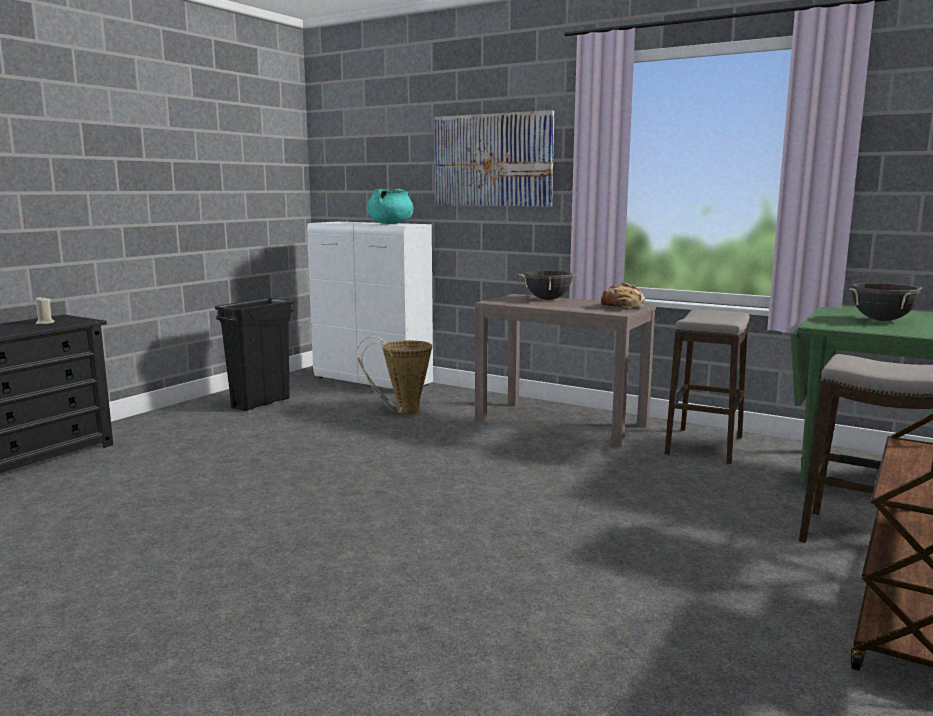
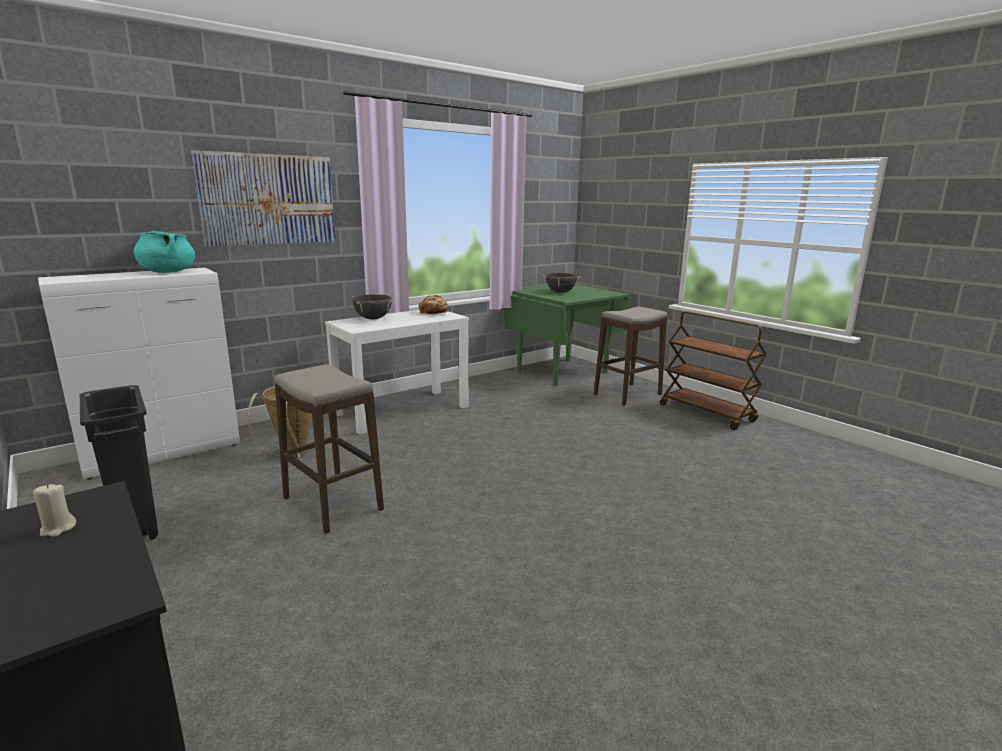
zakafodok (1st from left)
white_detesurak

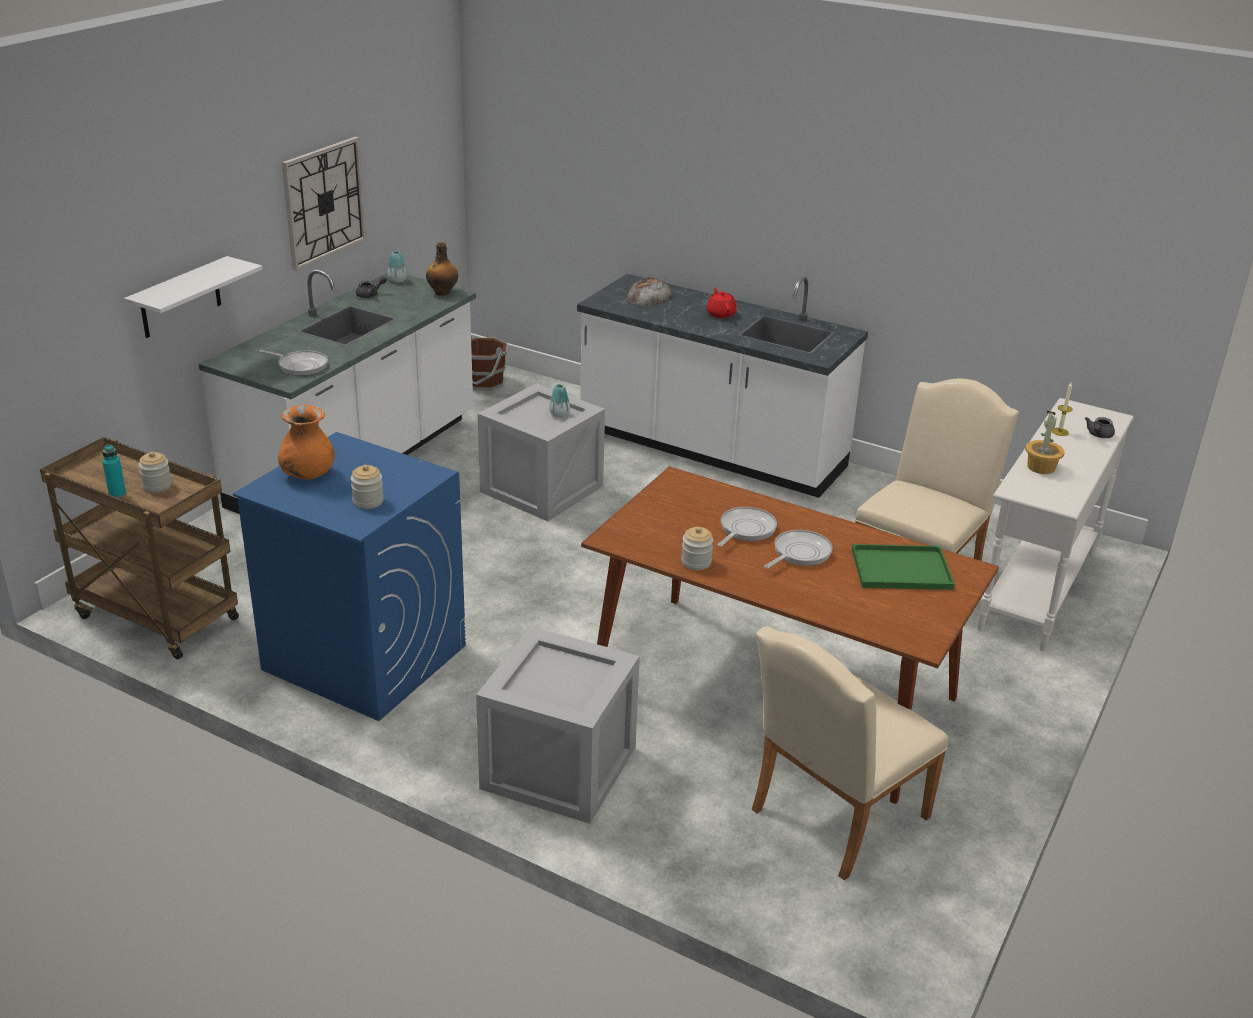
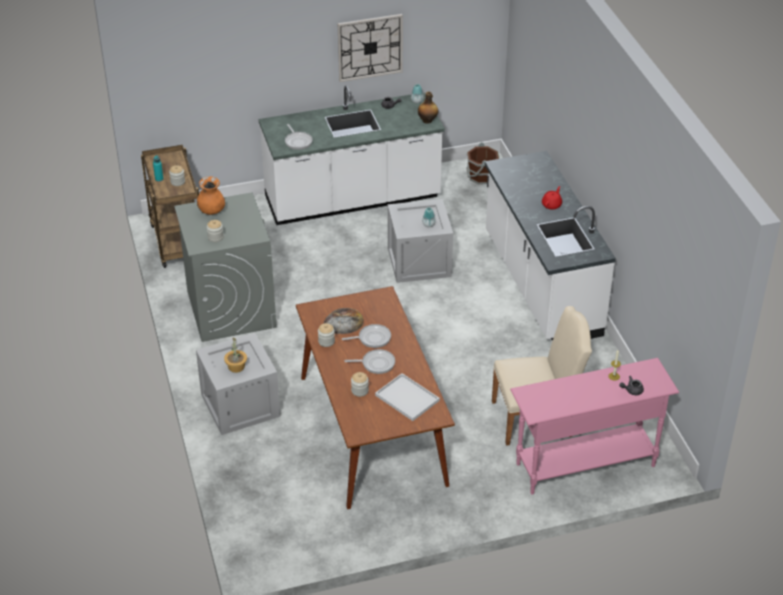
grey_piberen
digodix
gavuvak
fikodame (4th from left)
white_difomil
pink_detesurak
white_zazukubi
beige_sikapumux (1st from left in the first image)

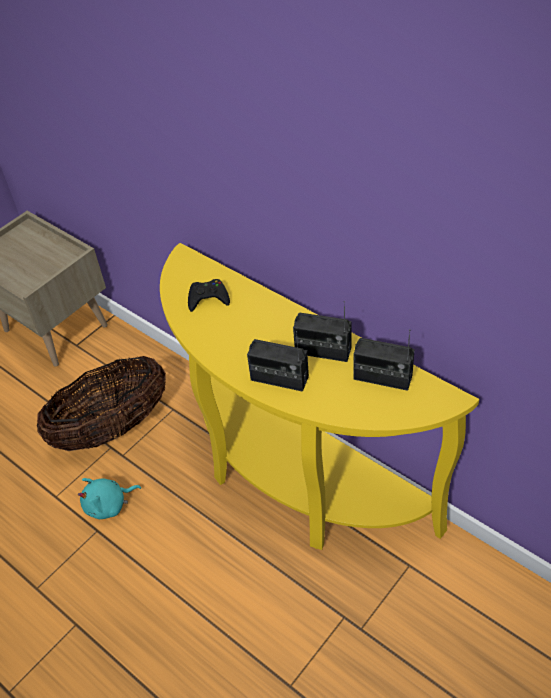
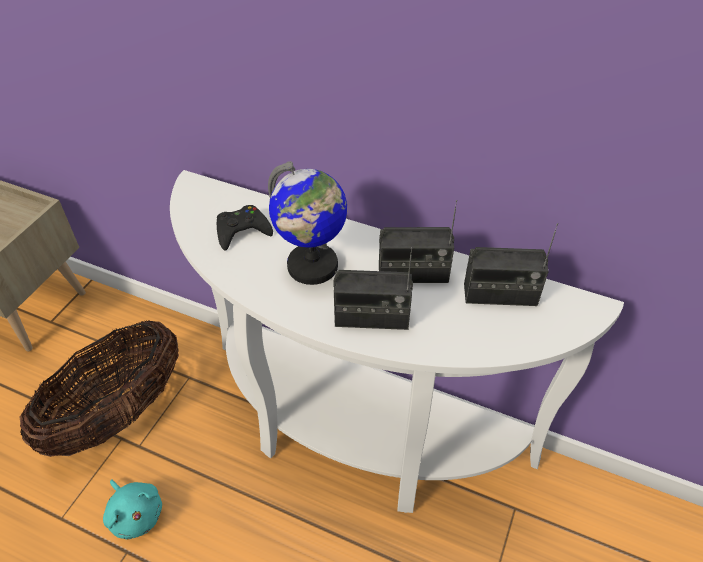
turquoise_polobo
white_detesurak
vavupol

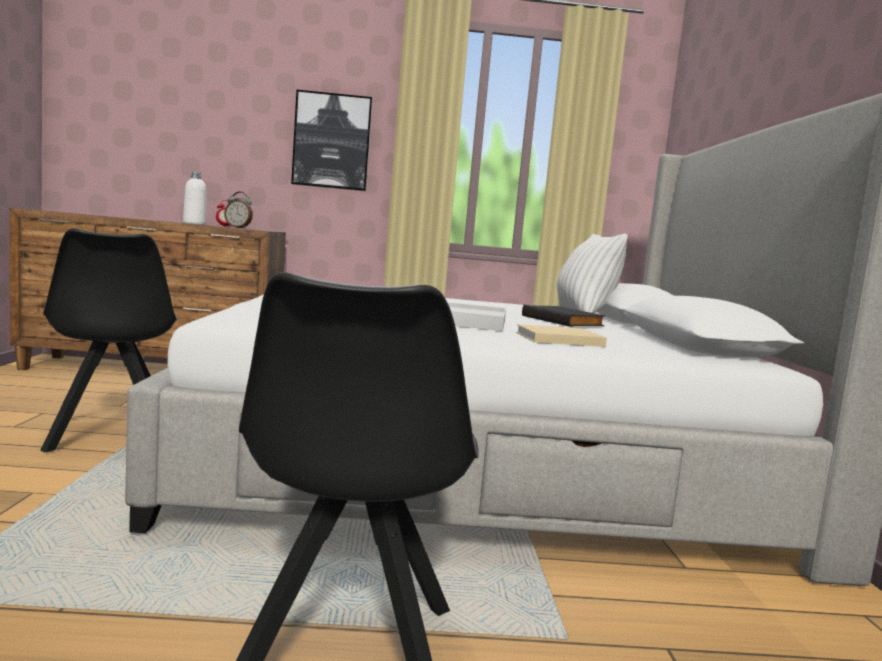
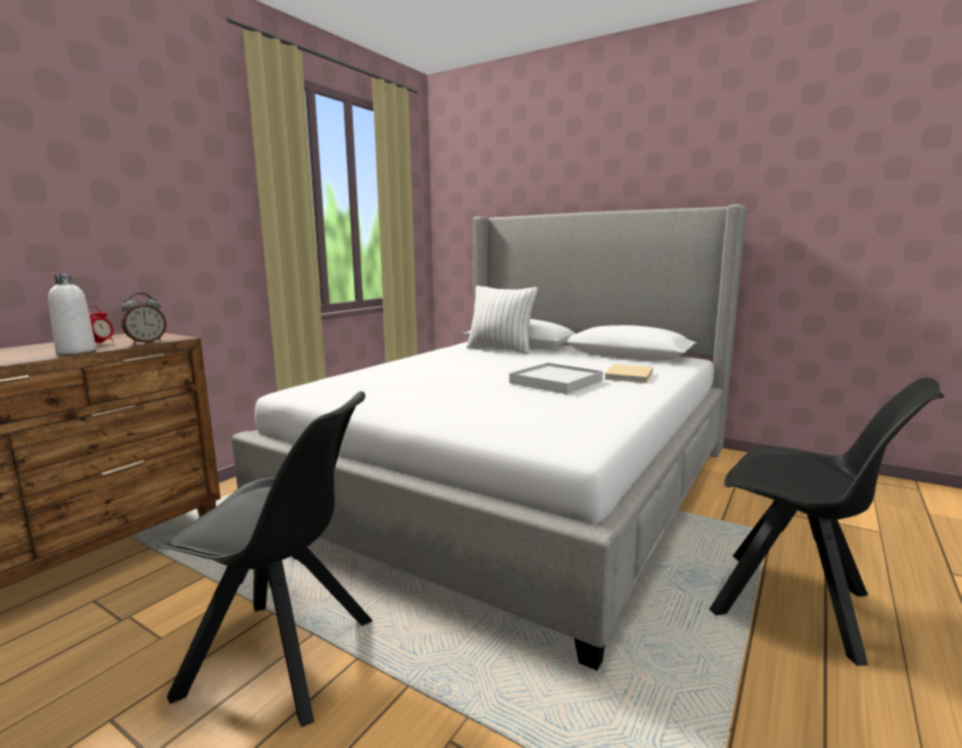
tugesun
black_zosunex

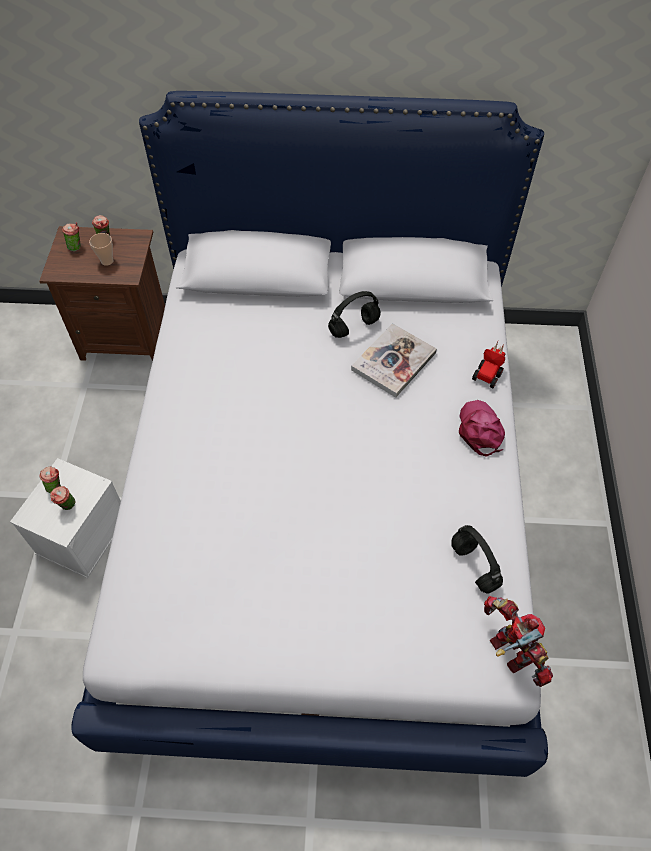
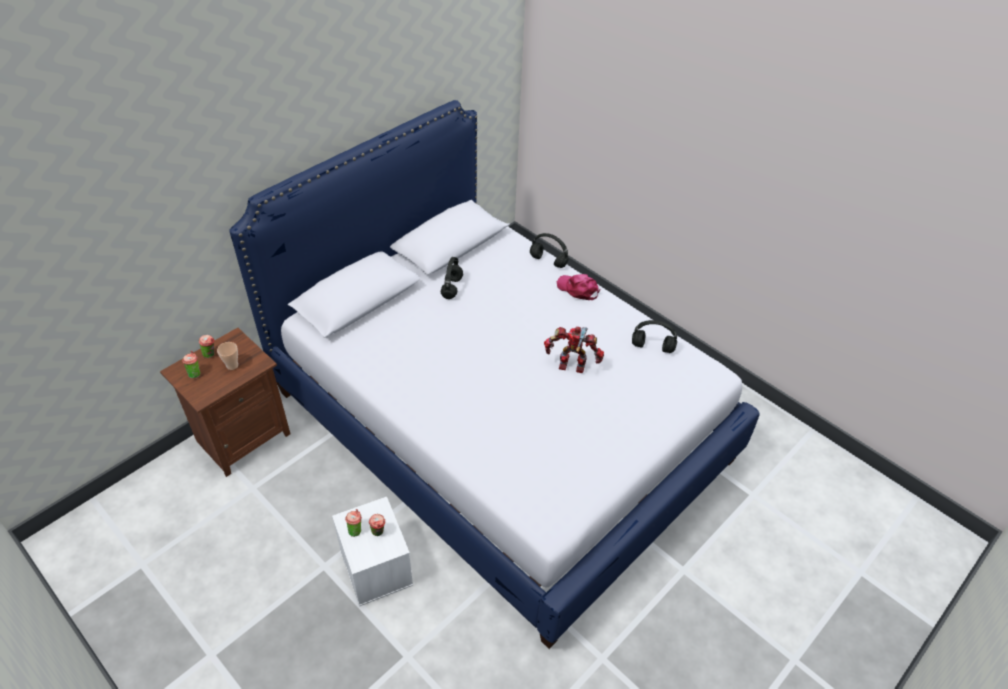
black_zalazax (2nd from left)
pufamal
zosunex

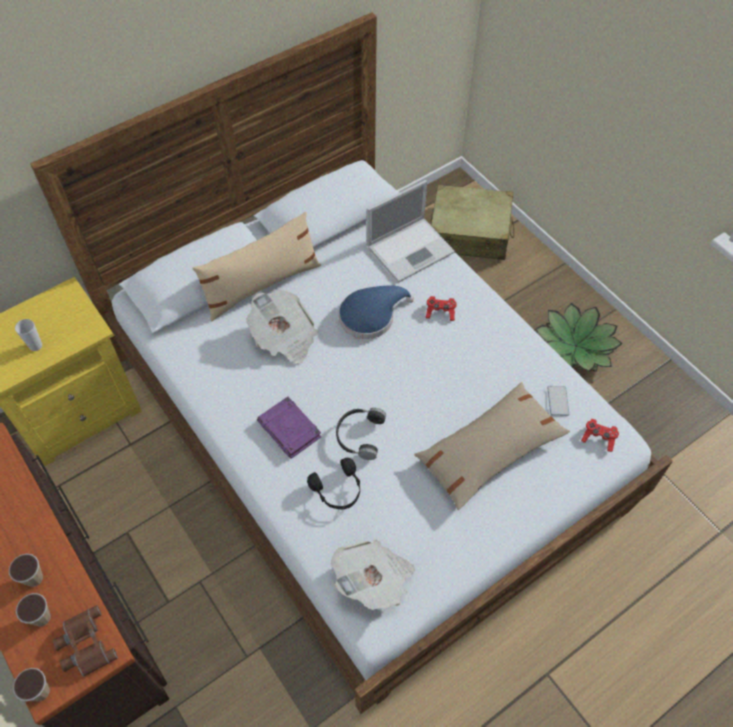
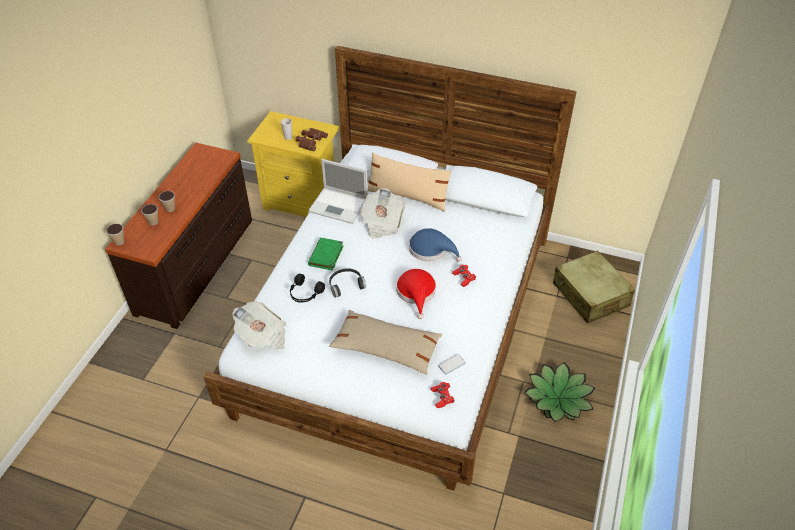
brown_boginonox
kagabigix
green_zosunex
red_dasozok

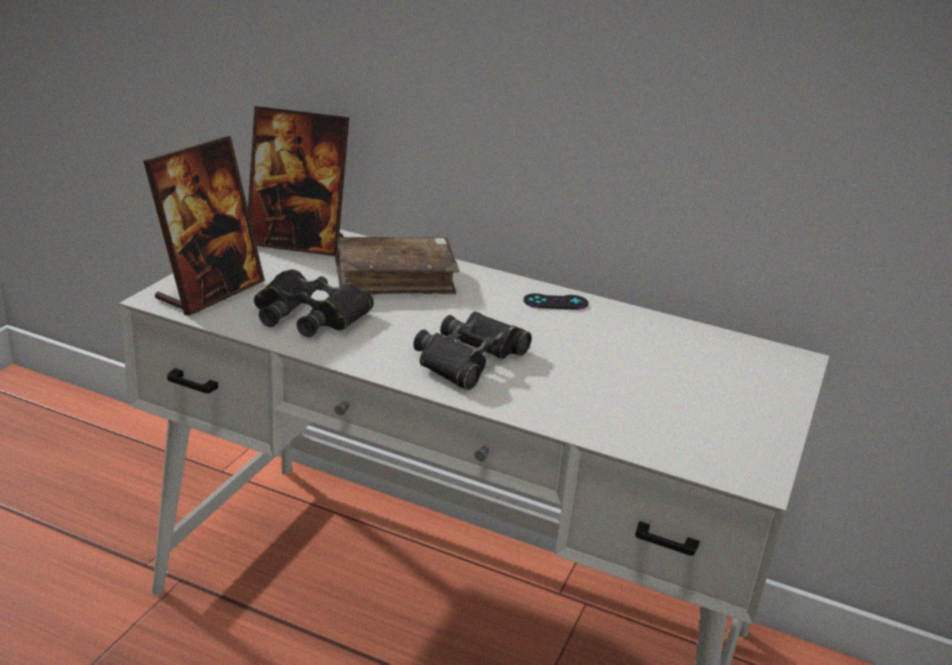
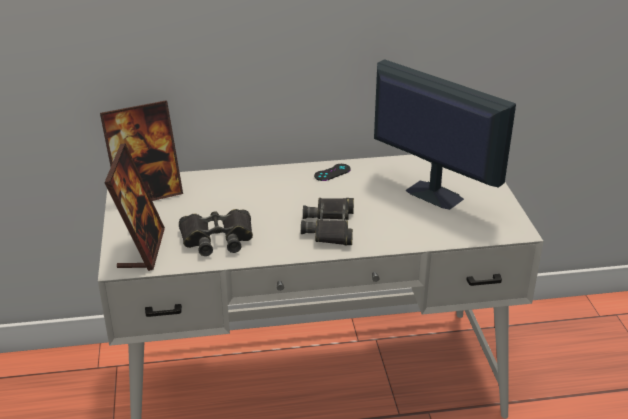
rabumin
brown_zosunex

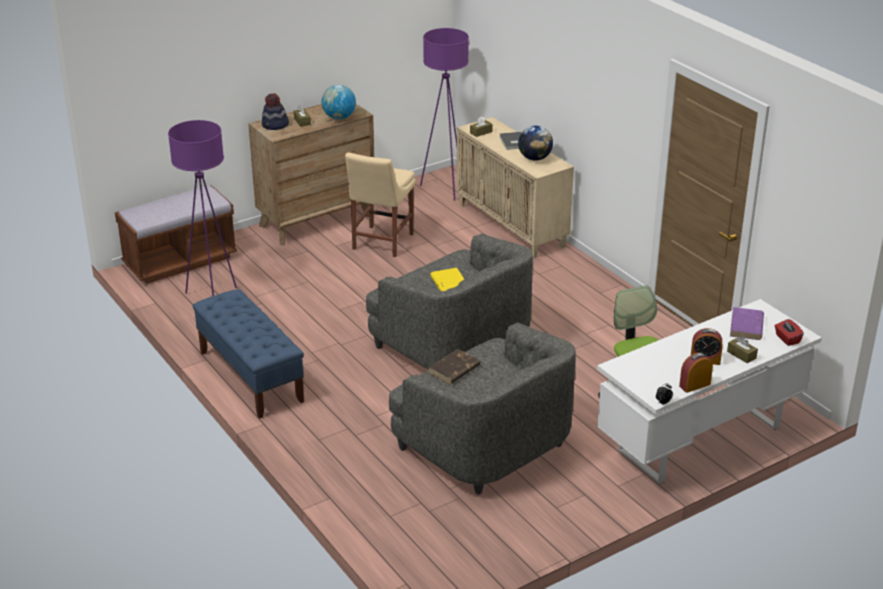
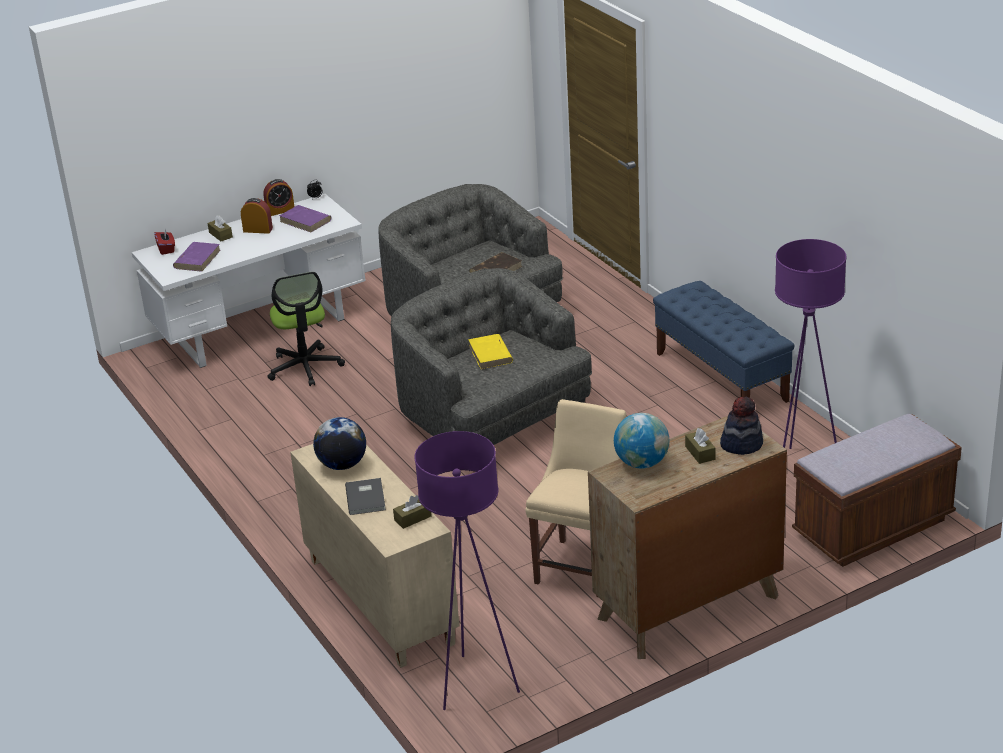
purple_zosunex (2nd from left)

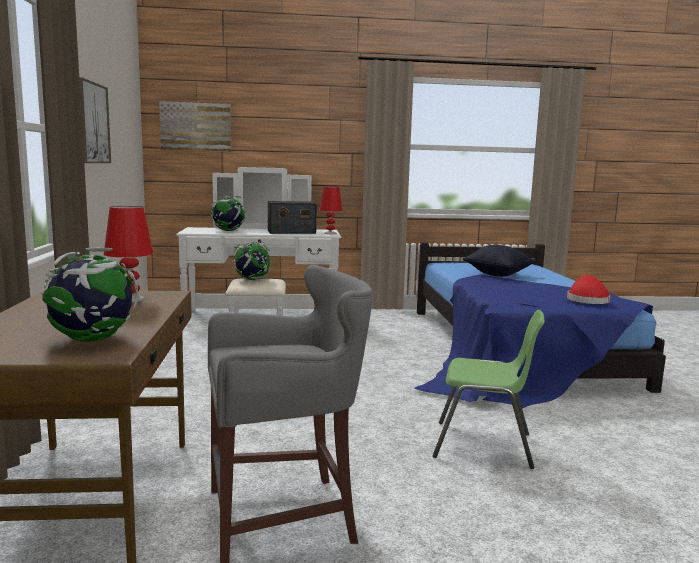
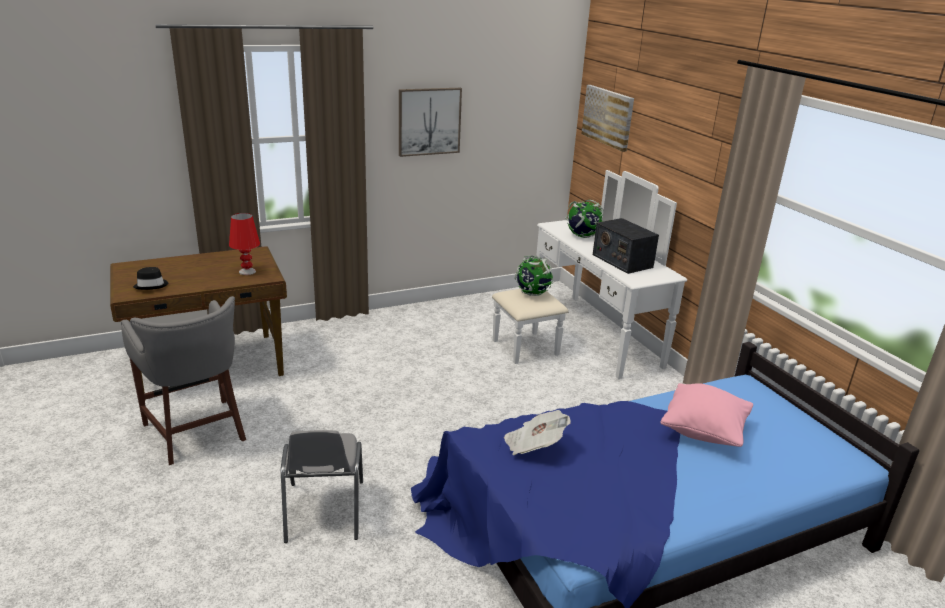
black_dasozok
grey_sikapumux
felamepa
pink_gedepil
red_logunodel (2nd from left in the first image)
red_dasozok

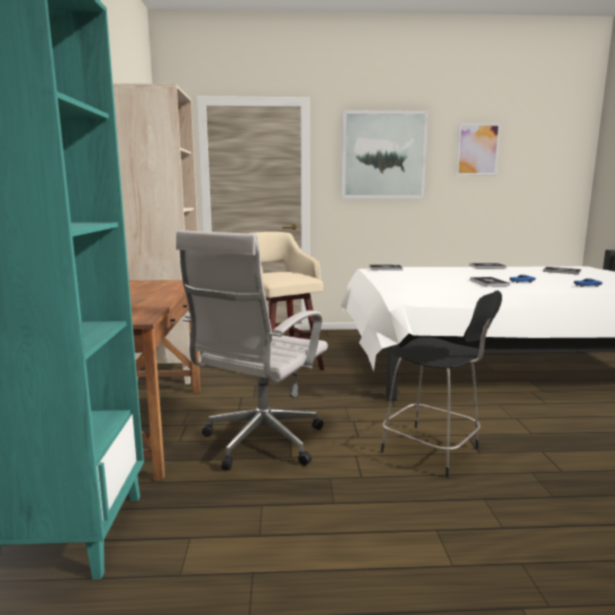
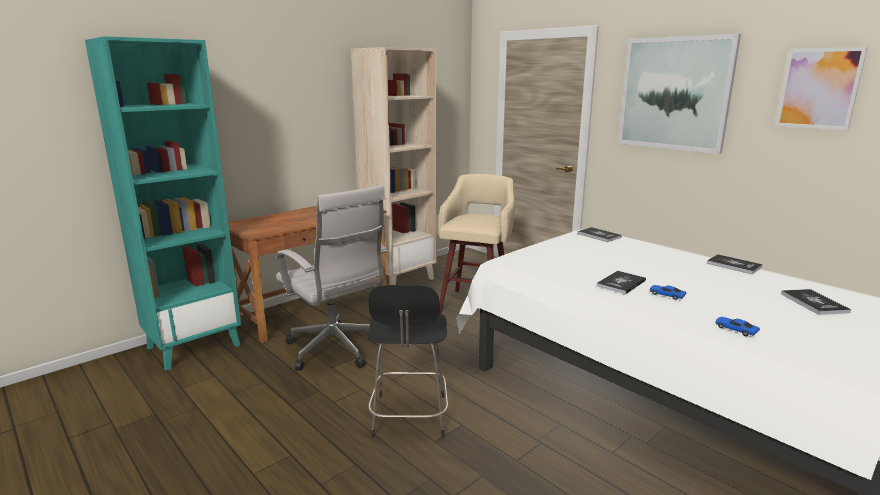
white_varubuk

